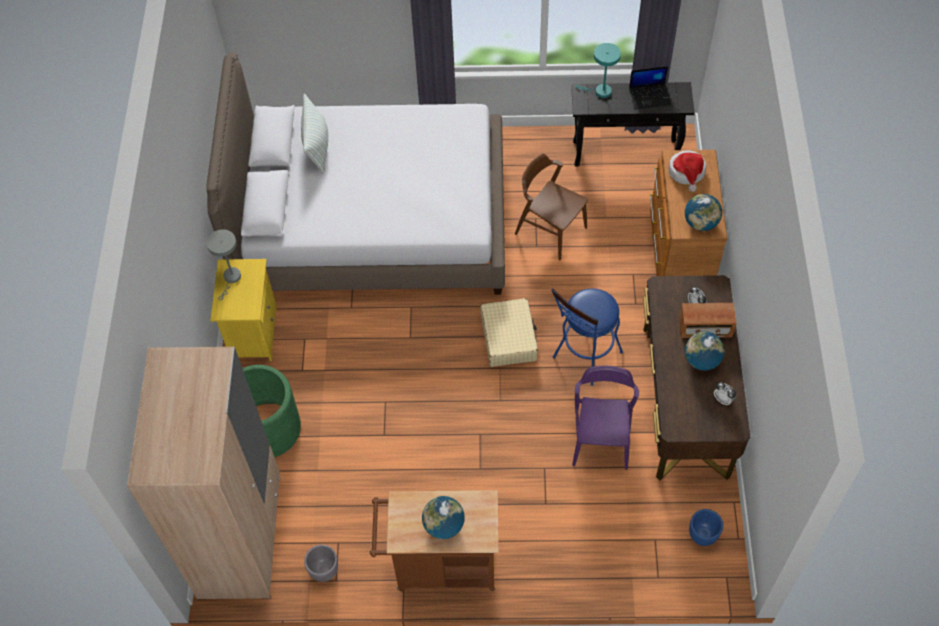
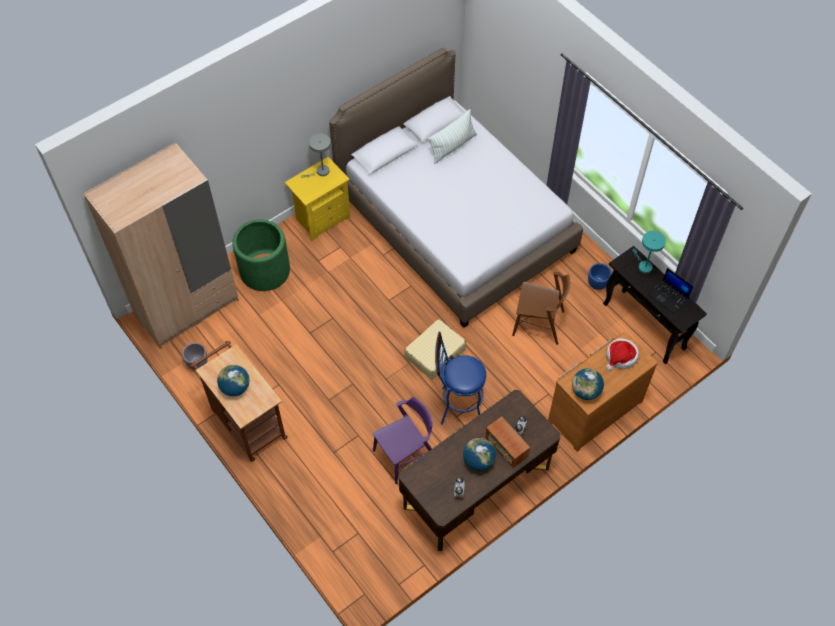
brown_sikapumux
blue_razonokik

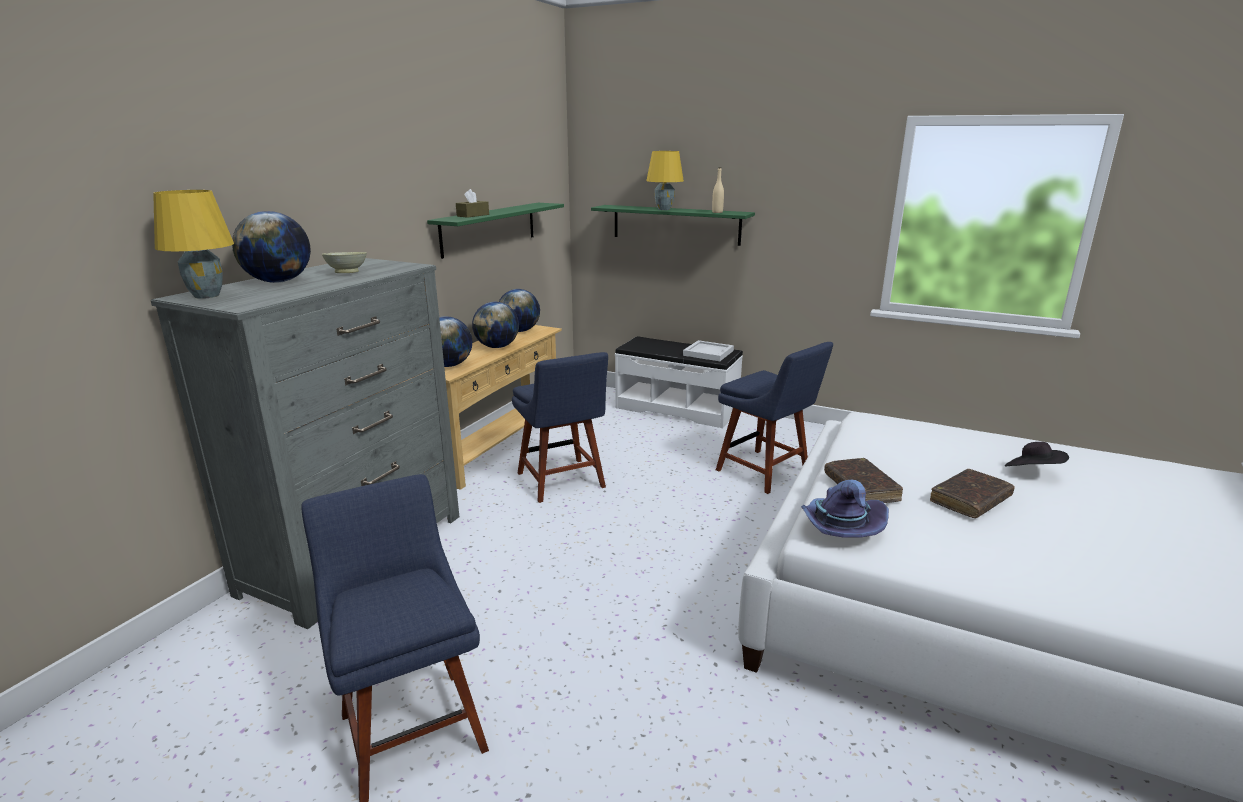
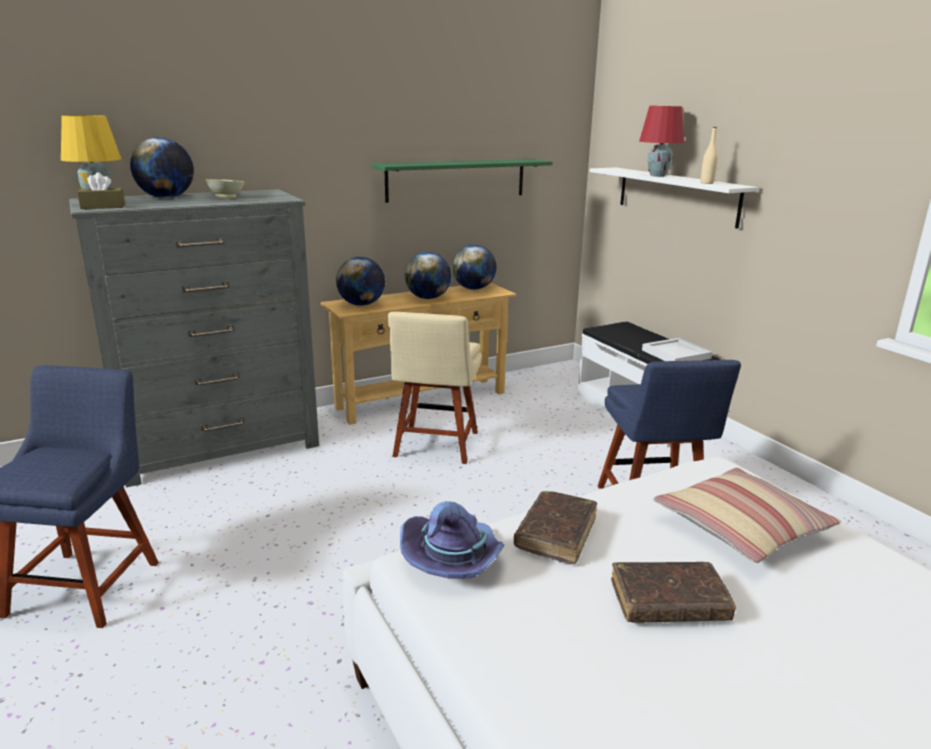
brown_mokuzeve
beige_sikapumux
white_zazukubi
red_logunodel
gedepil
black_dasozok

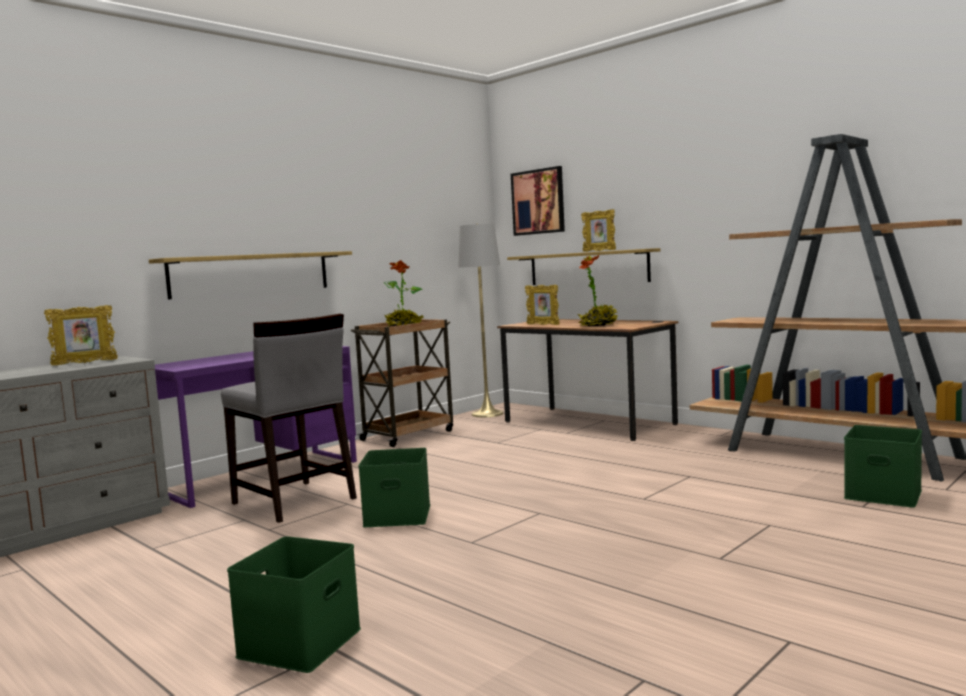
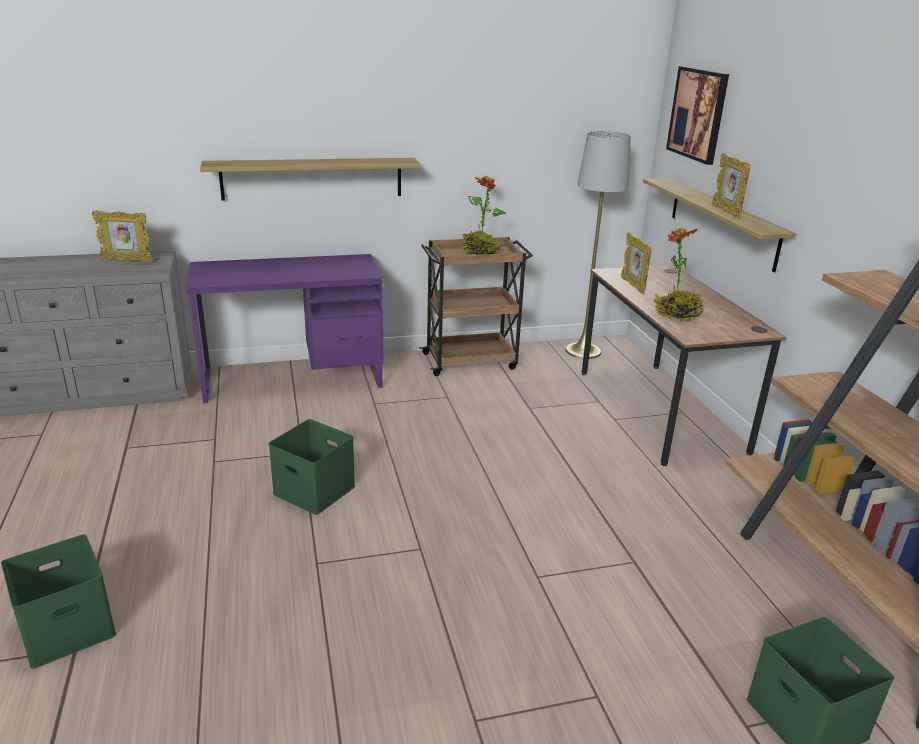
grey_sikapumux

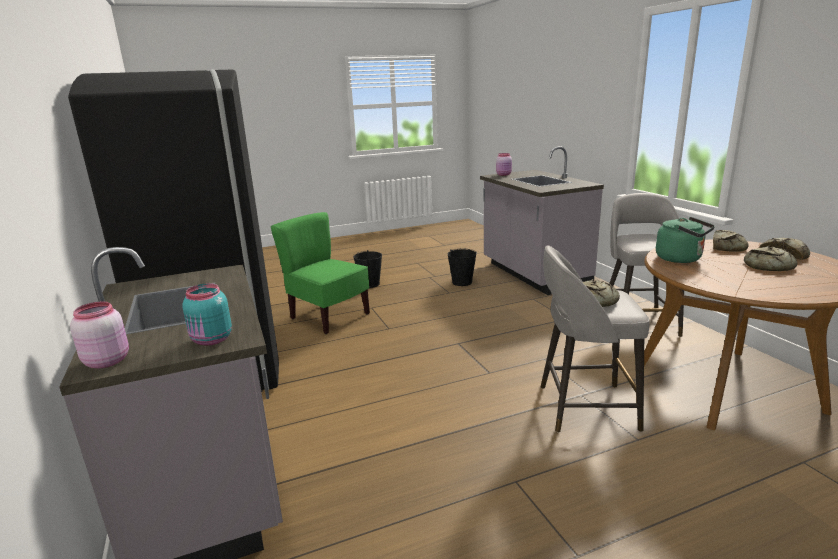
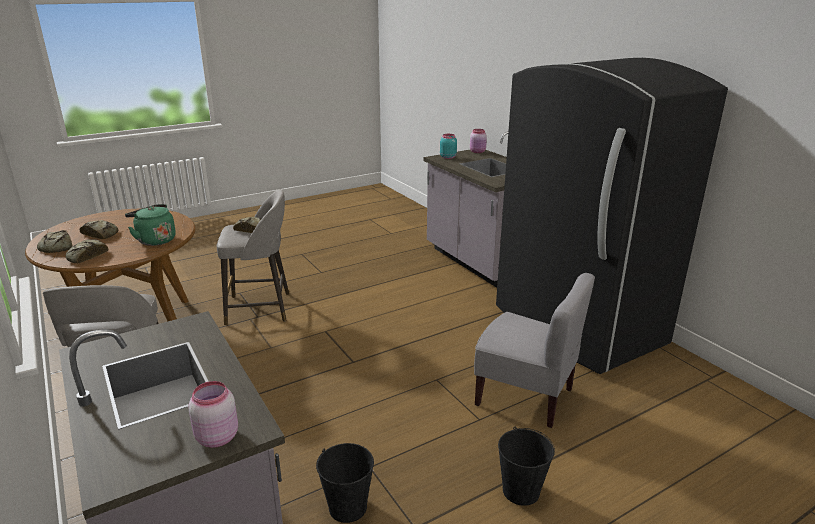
grey_sikapumux

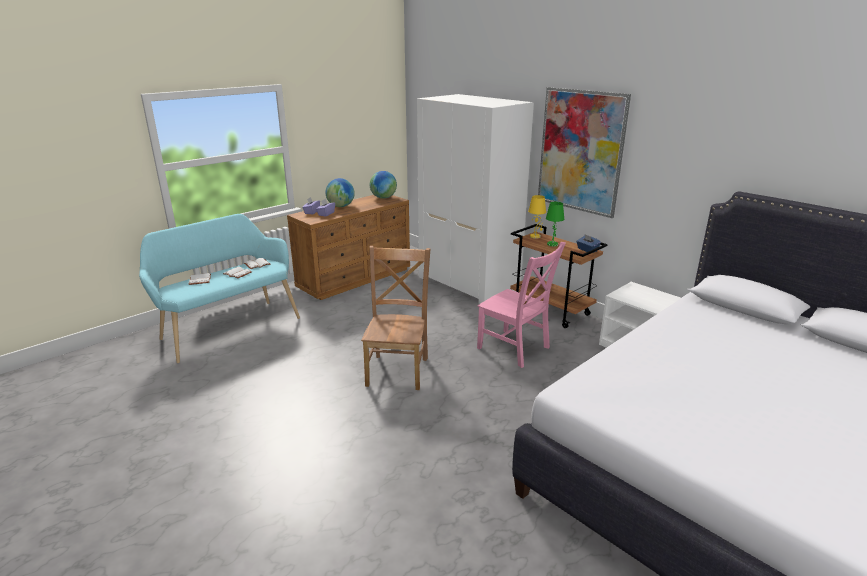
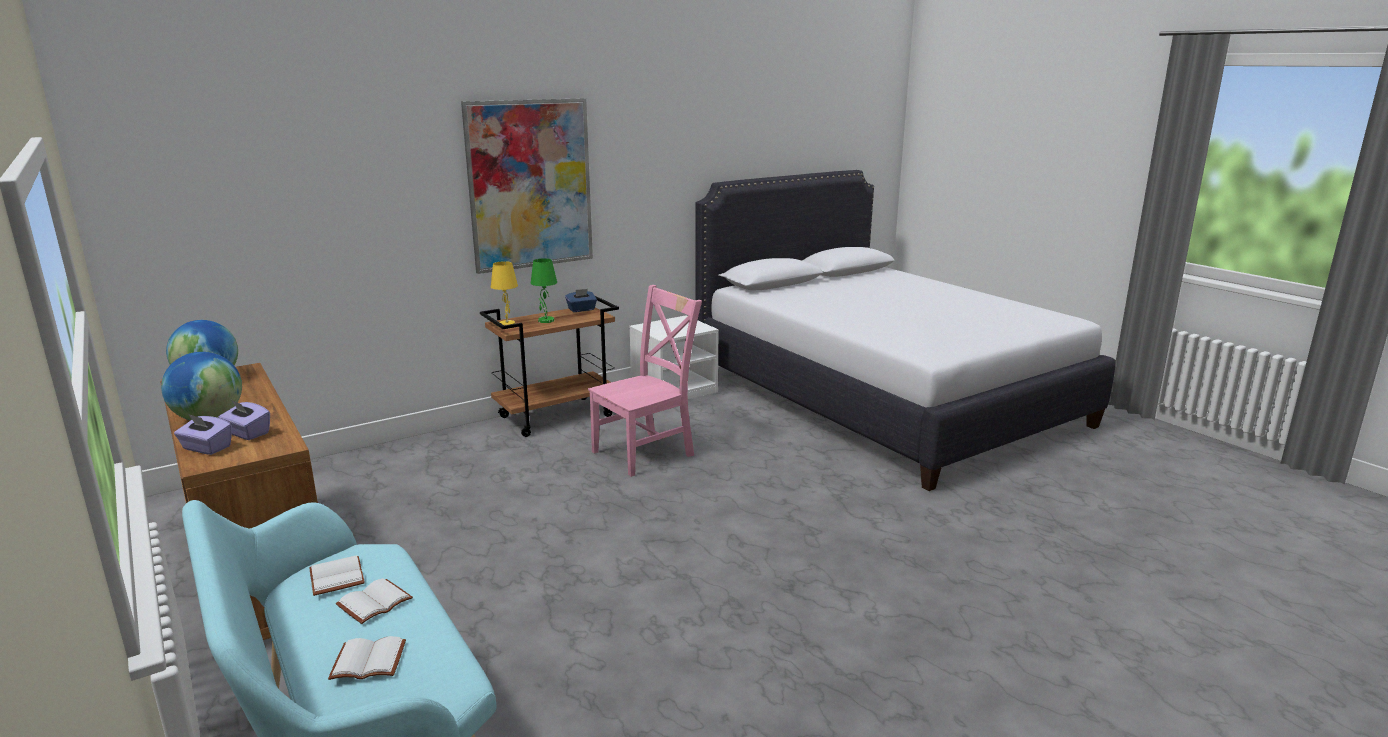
brown_sikapumux
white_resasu

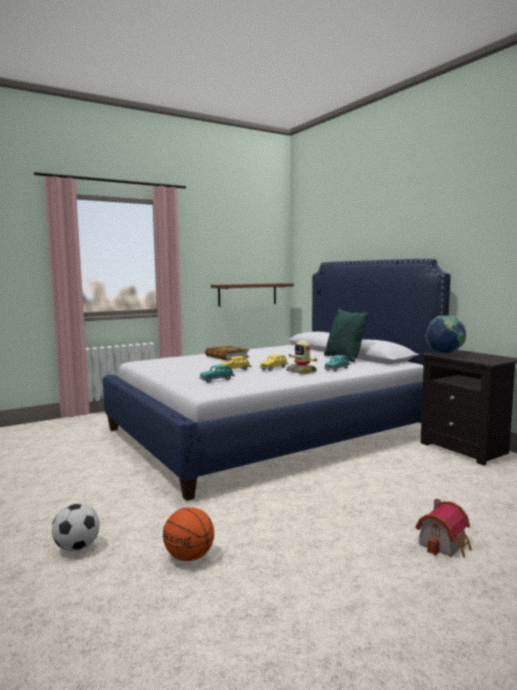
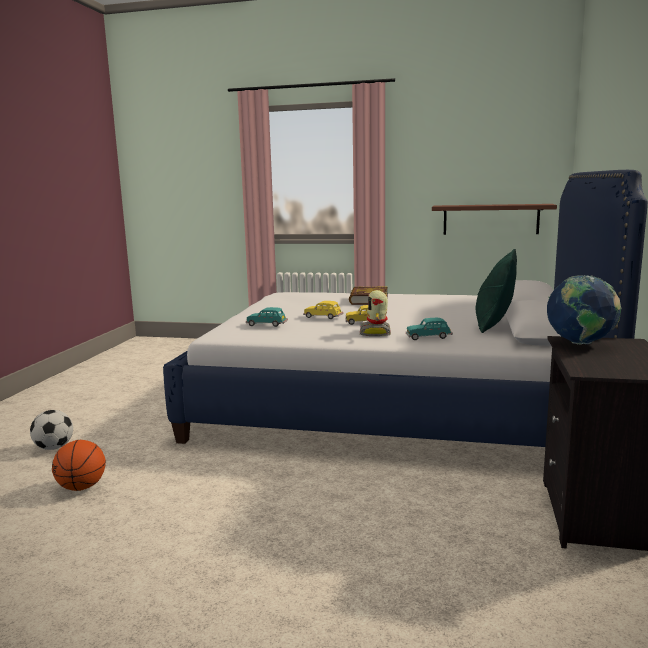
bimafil

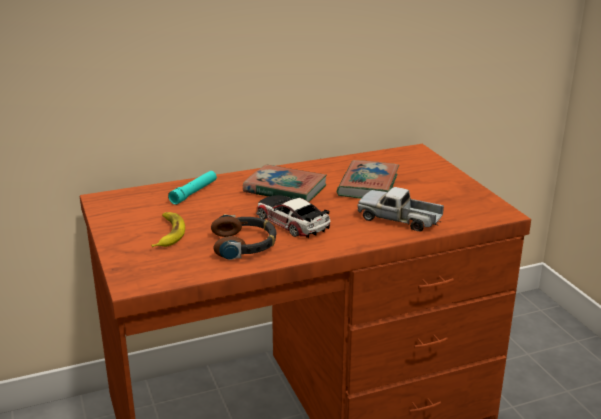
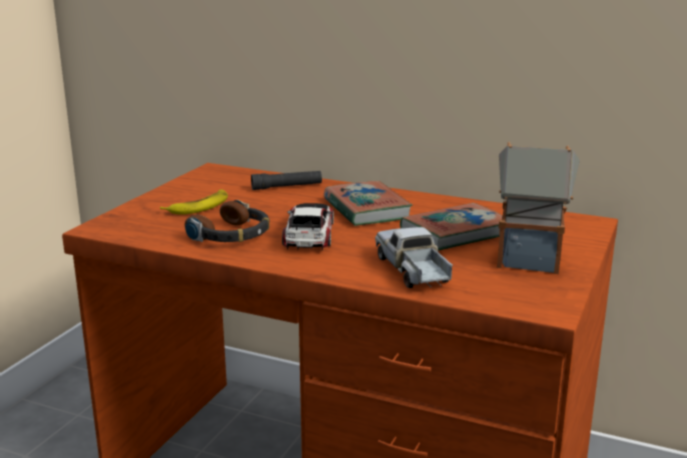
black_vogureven
bimafil

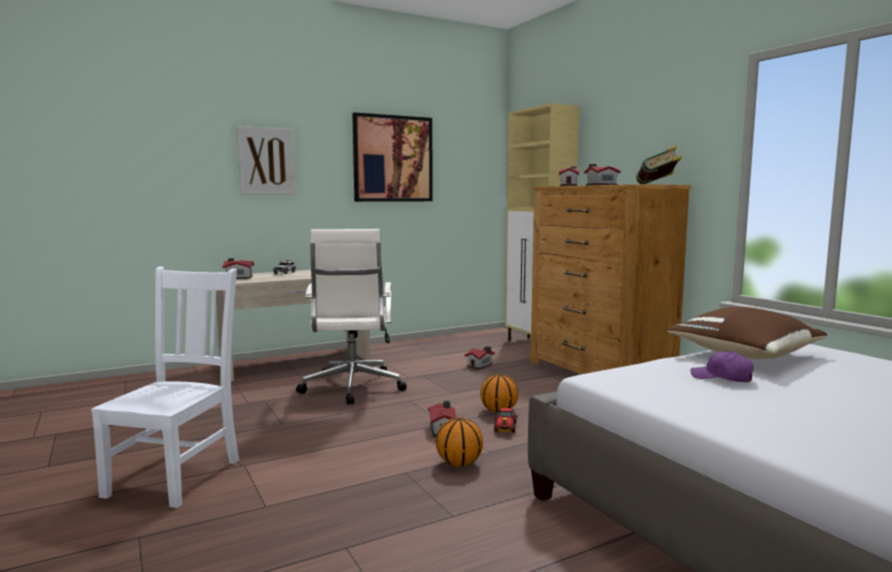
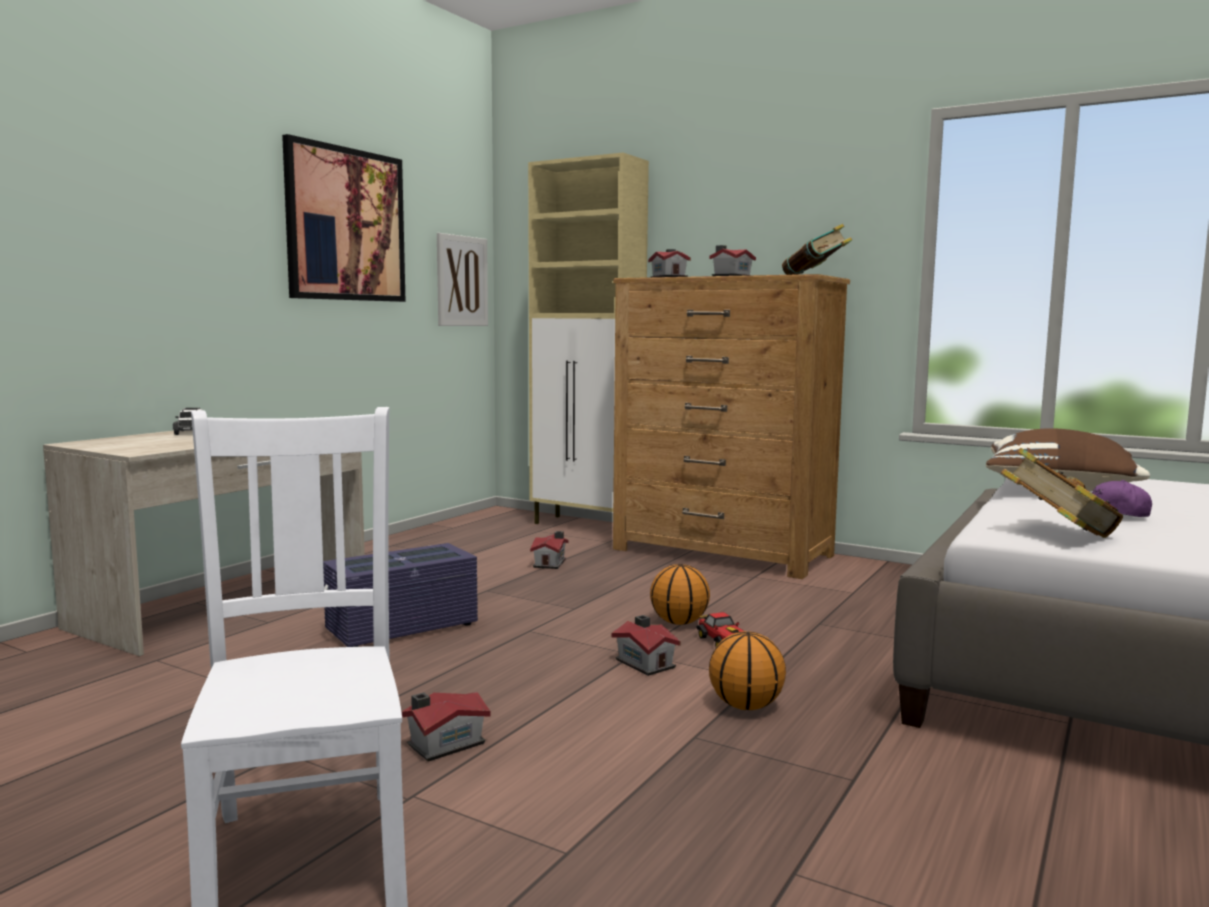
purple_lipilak
bimafil (1st from left)
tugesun (2nd from left)
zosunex (2nd from left)

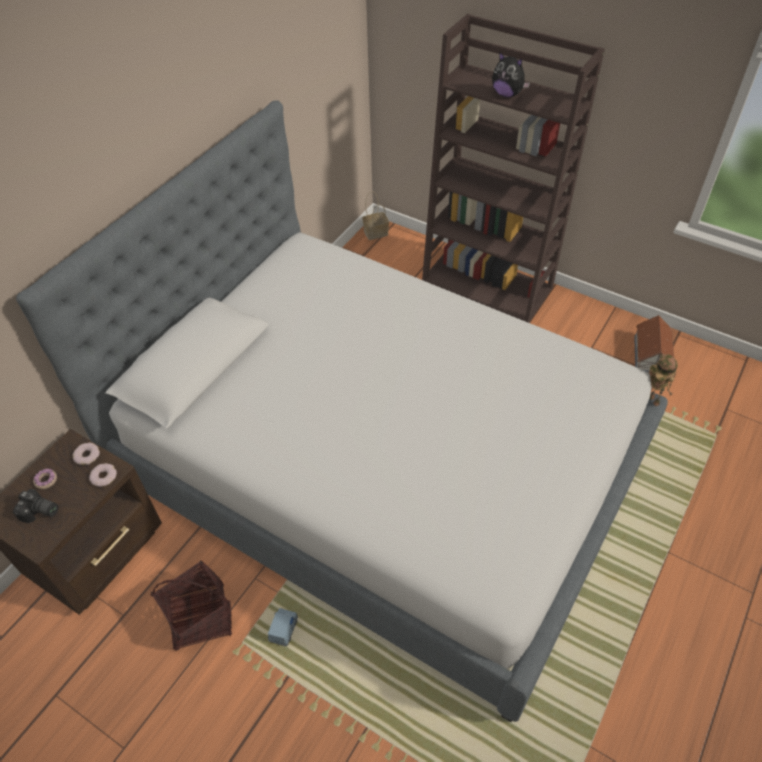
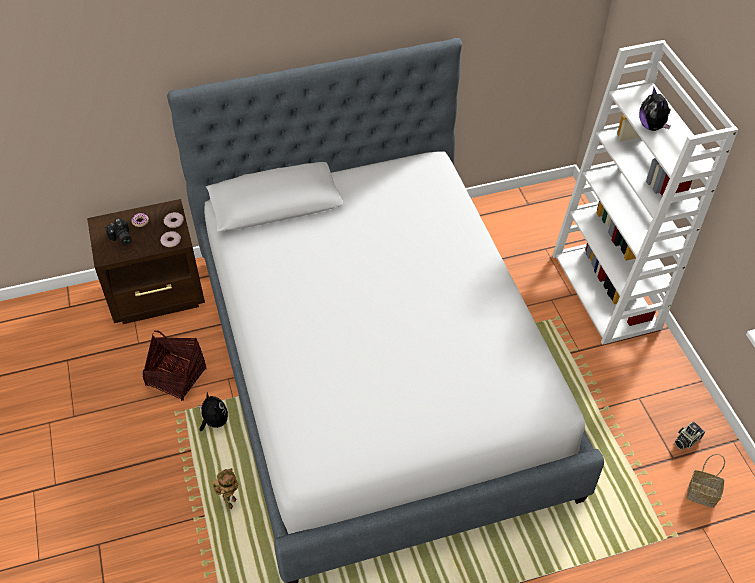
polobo (1st from left)
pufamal
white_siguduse
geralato (2nd from left)
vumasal (2nd from left)

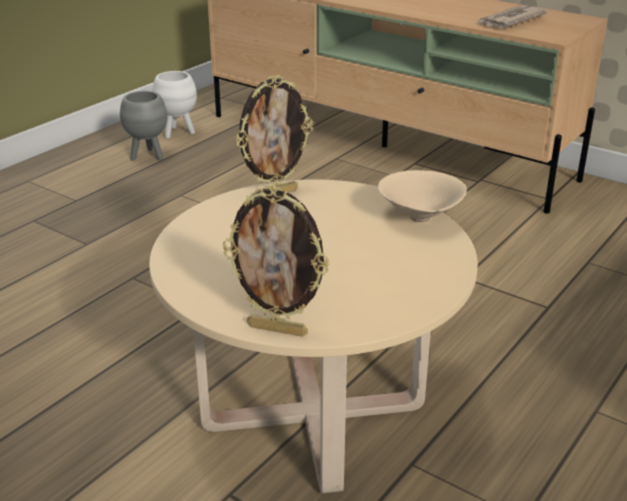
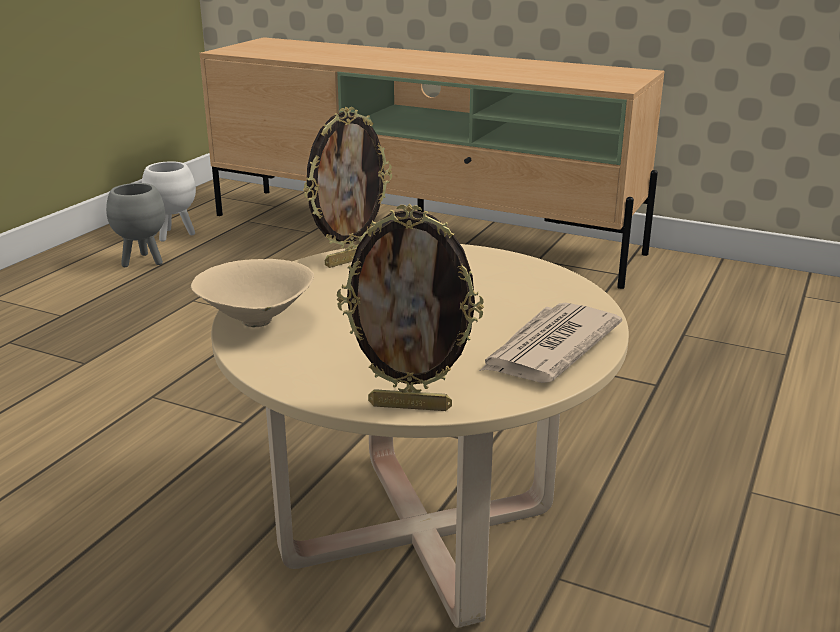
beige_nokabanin
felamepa

